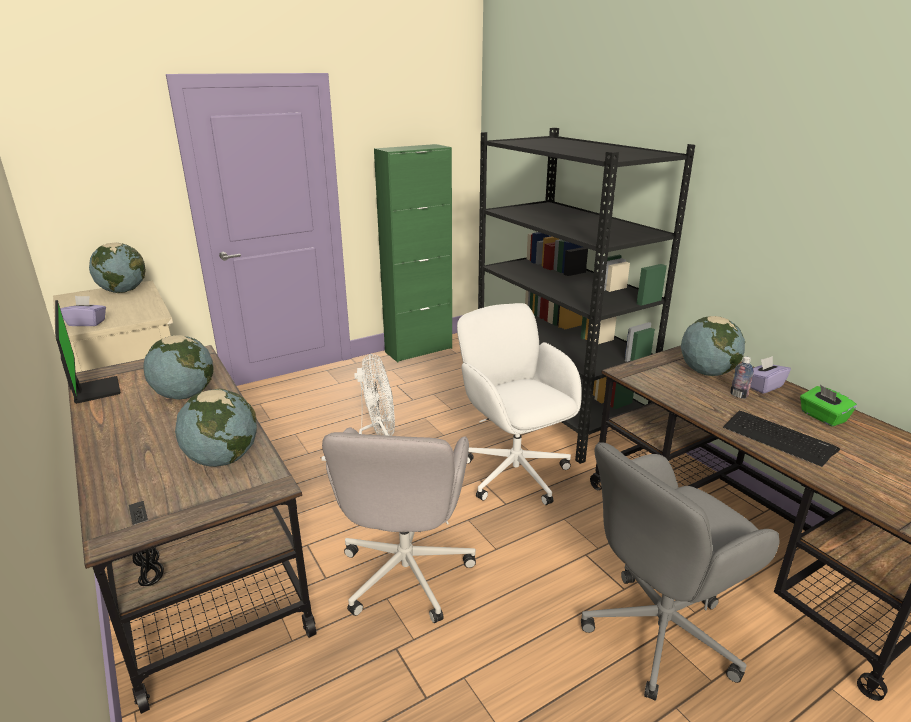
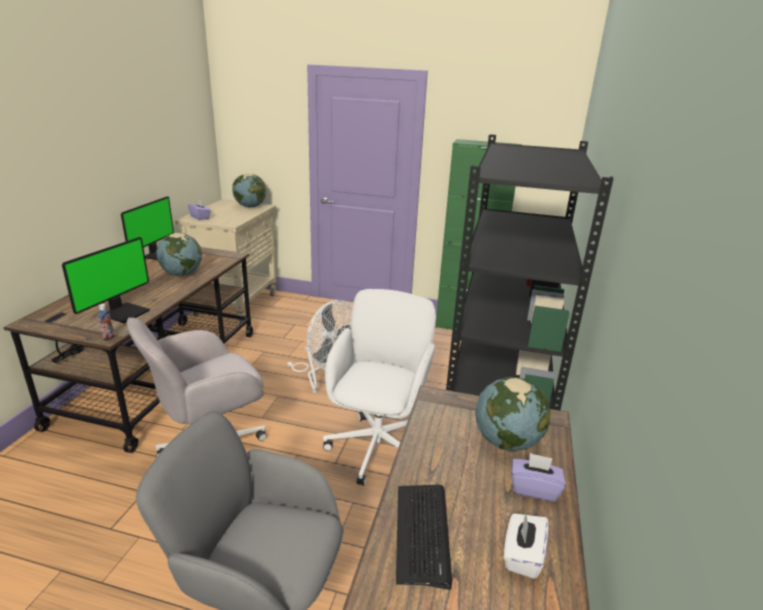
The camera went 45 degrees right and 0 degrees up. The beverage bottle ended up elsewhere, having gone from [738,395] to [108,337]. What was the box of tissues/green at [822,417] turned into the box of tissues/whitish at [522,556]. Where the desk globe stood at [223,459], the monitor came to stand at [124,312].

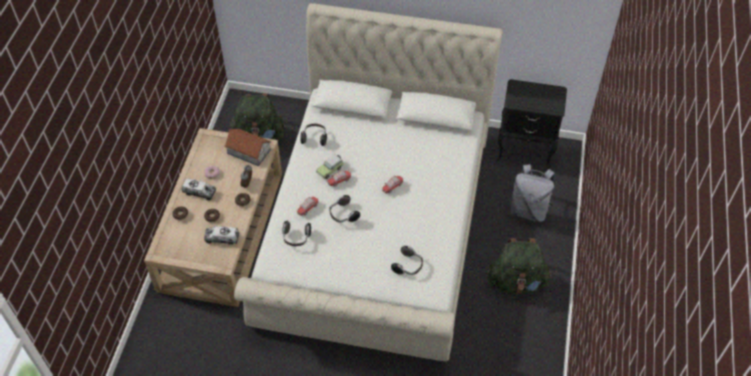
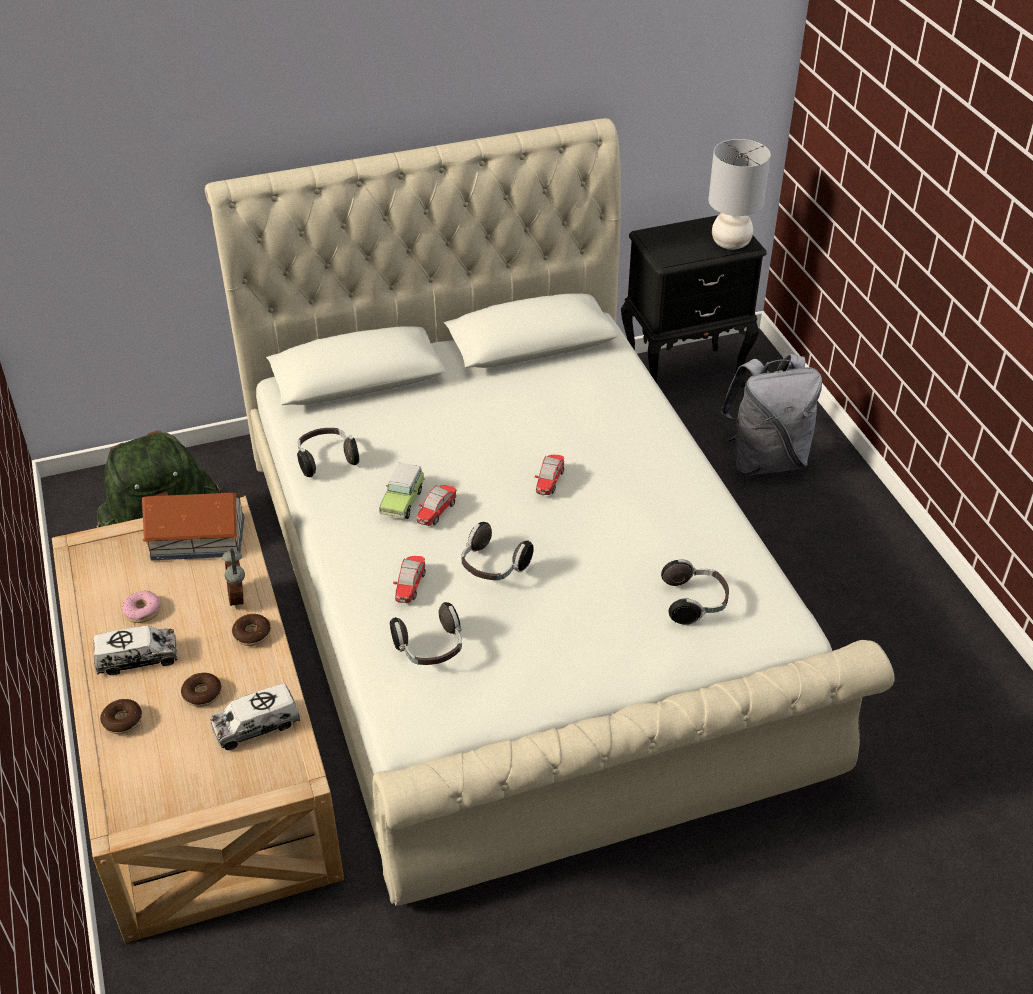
The camera went 30 degrees left and 10 degrees down. The second view lost the rucksack/green at [516,282]. The second view gained the table lamp/greyish at [730,243].

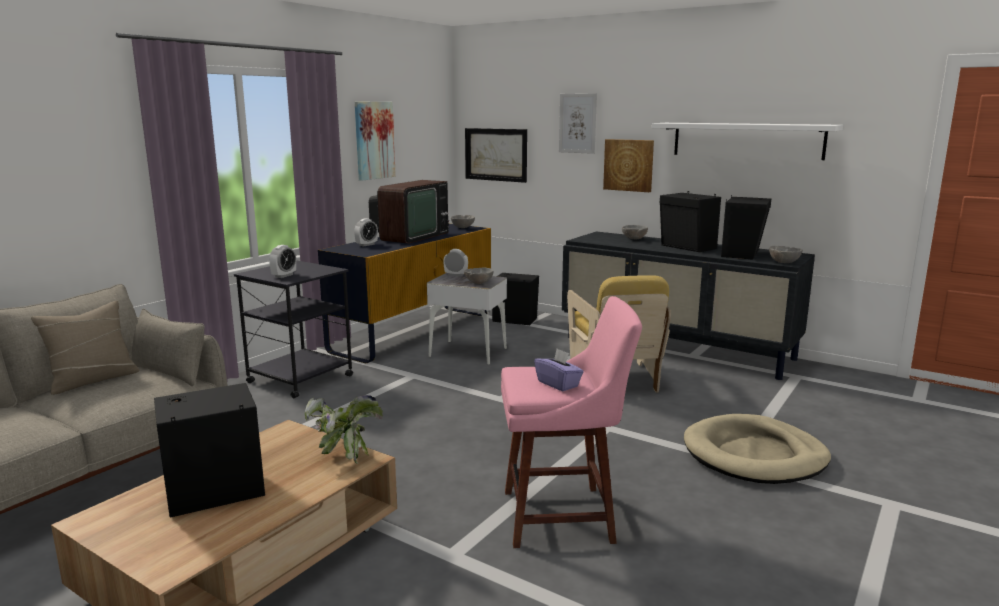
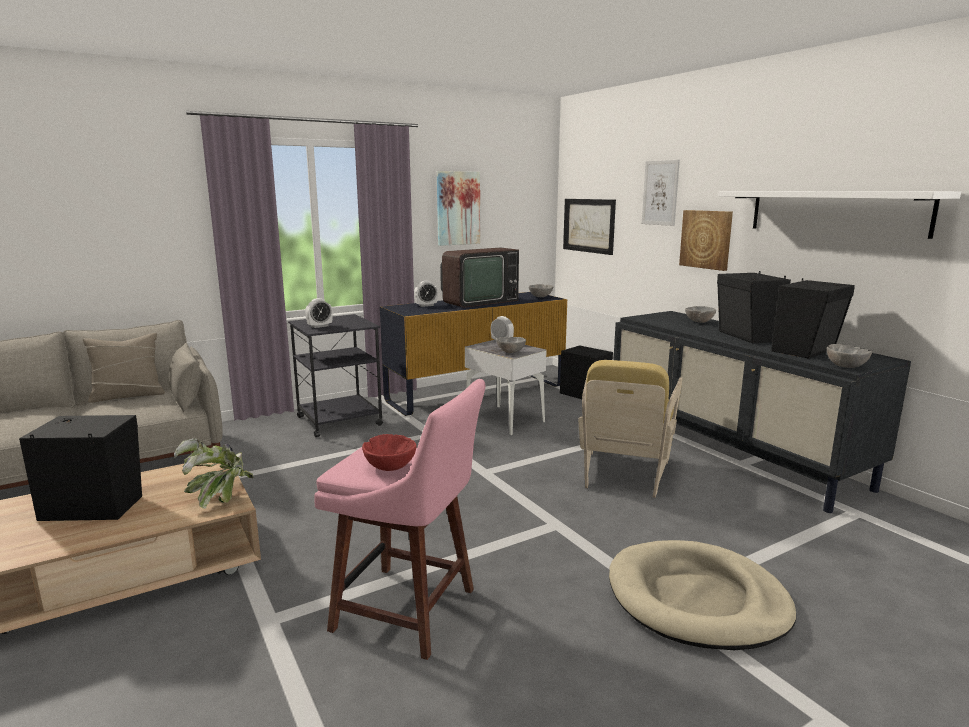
The camera went 25 degrees right and 0 degrees up. Where the box of tissues/purplish stood at [558,384], the deep dish/red-coloured came to stand at [389,467].

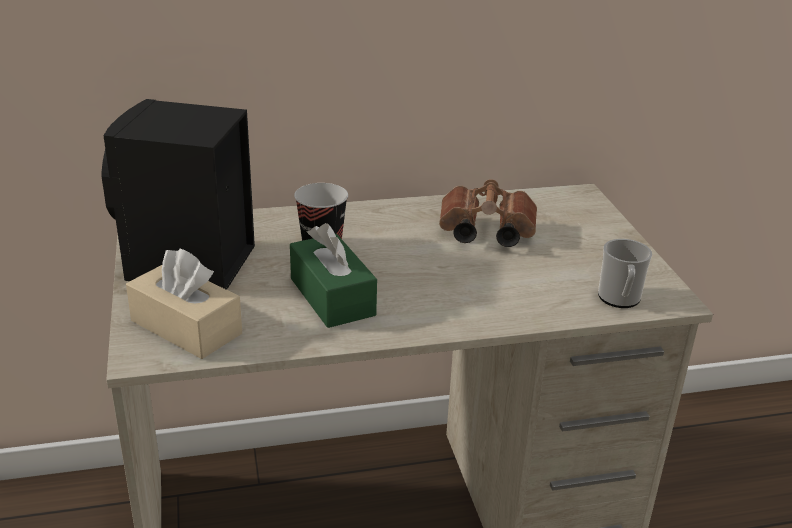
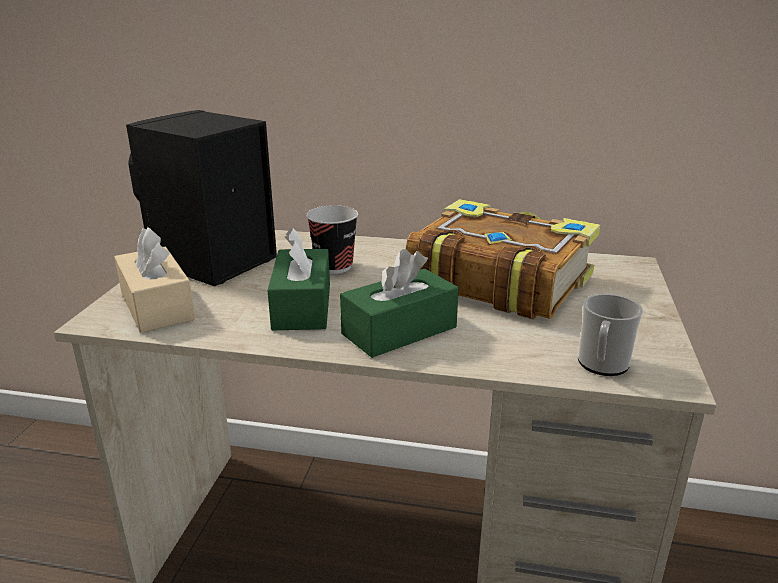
The camera went 25 degrees right and 5 degrees down. Where the field glasses/brown stood at [483,233], the volume came to stand at [497,280]. The second view gained the box of tissues/green at [399,330].

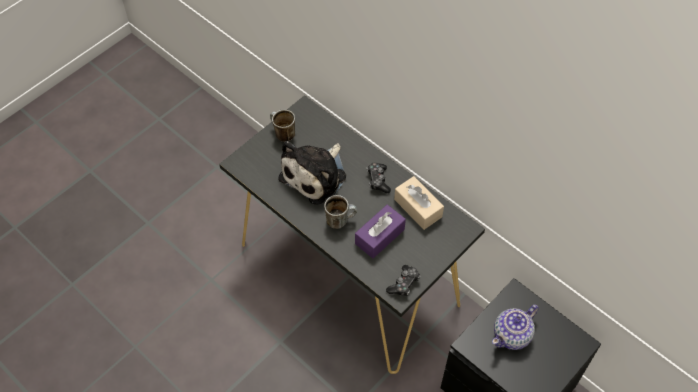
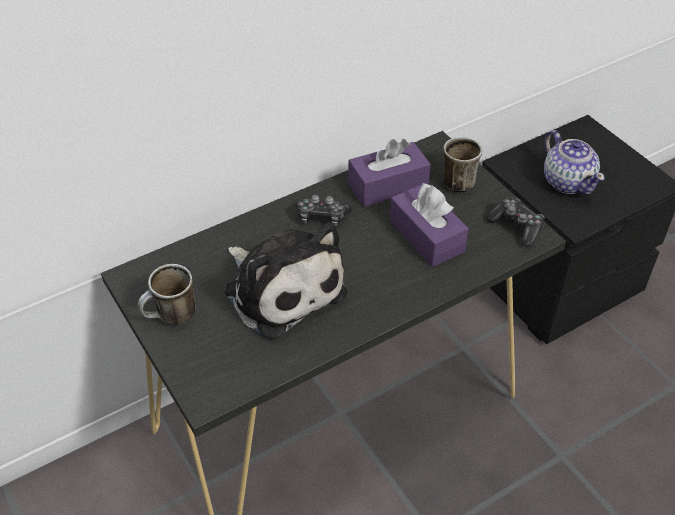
The camera went 75 degrees left and 10 degrees down. What was the box of tissues/beige-coloured at [418,208] turned into the box of tissues/purplish at [388,185]. The mug ended up elsewhere, having gone from [340,220] to [457,180].

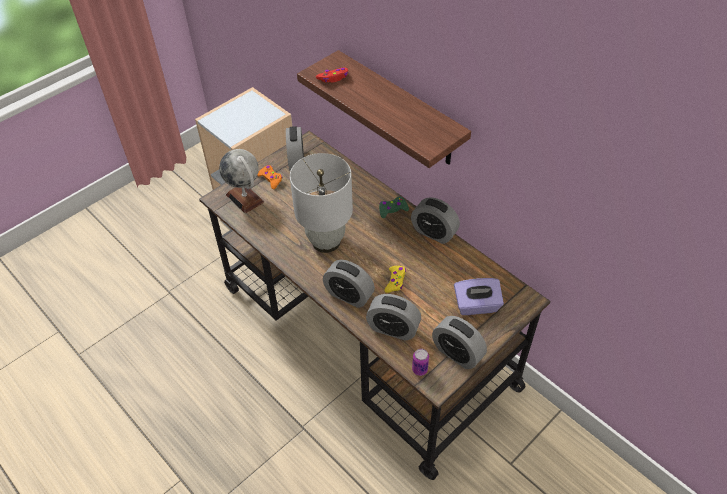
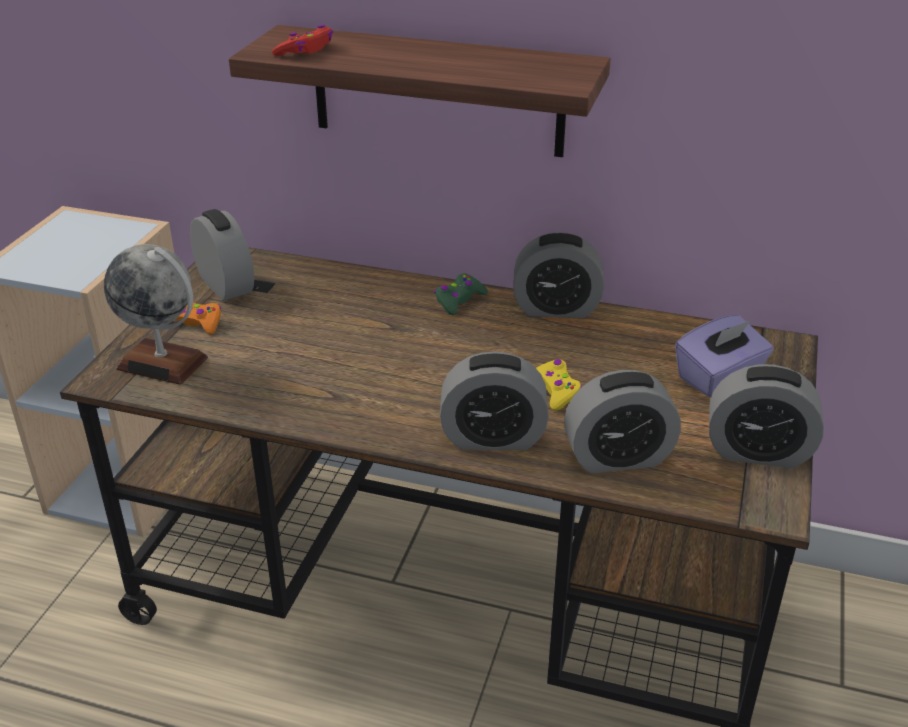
The camera went 30 degrees left and 15 degrees down. The second view lost the table lamp/whitish at [326,242]. The second view lost the metal can at [419,369].

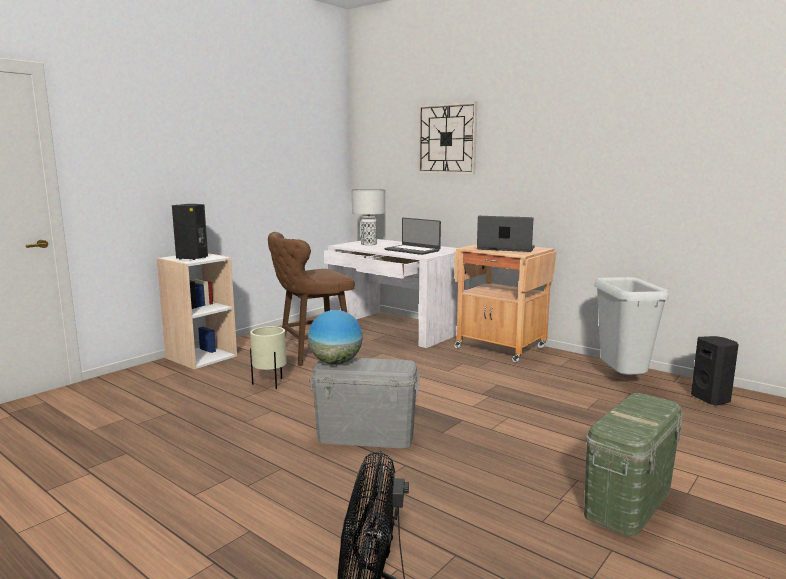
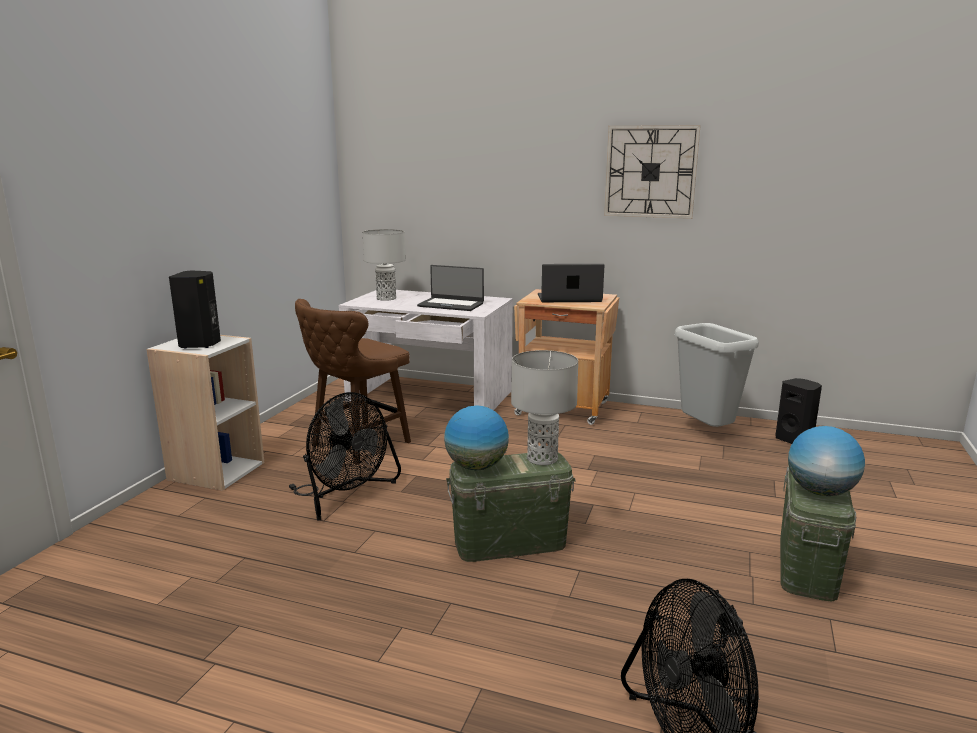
The camera went 20 degrees left and 5 degrees up. The wall clock ended up elsewhere, having gone from [446,139] to [650,172]. Where the flower pot/beige-coloured stood at [270,384], the cooling fan/black came to stand at [342,495]. What was the storage bin/greyish at [366,436] turned into the storage bin/green at [510,543]. The second view gained the table lamp/whitish at [542,459]. The second view gained the desk globe at [821,492].

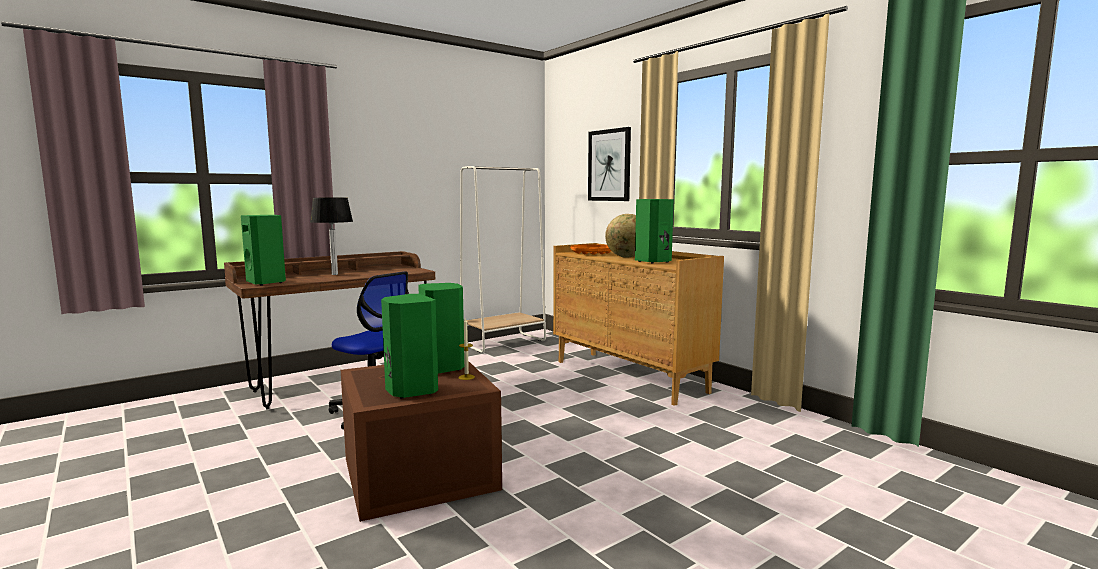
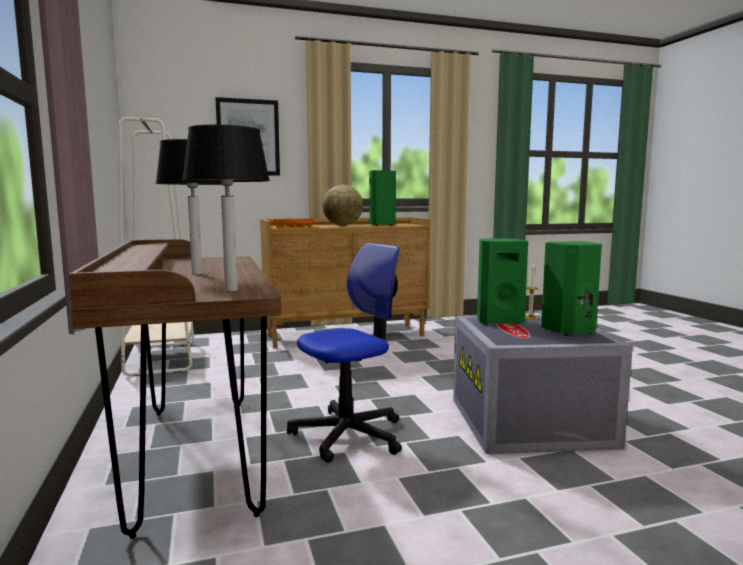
The camera went 70 degrees left and 0 degrees up. Where the speaker/green stood at [267,282], the table lamp came to stand at [231,290]. What was the storage bin/brown at [418,475] turned into the storage bin/greyish at [532,422].

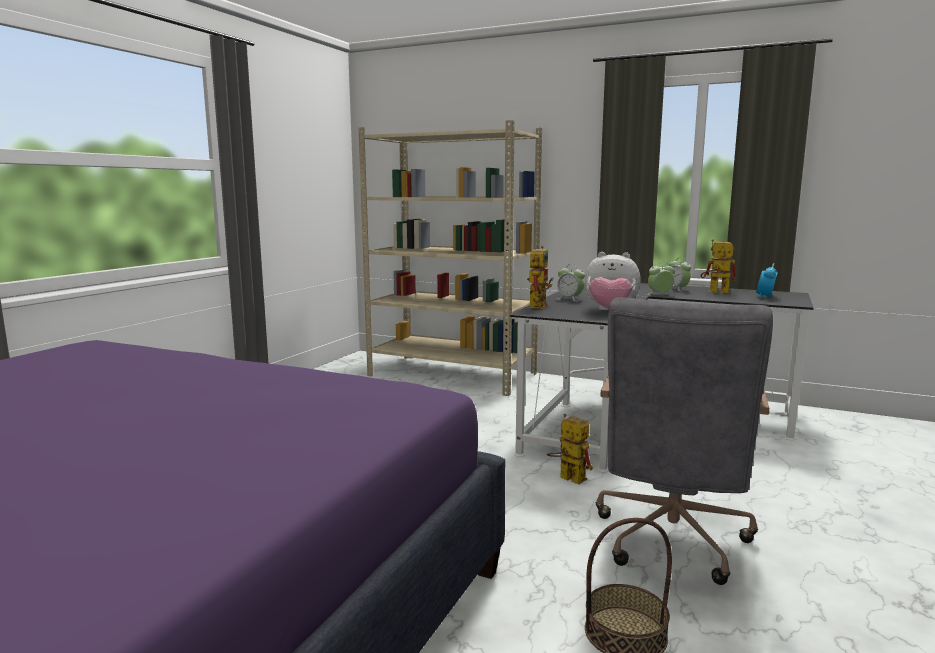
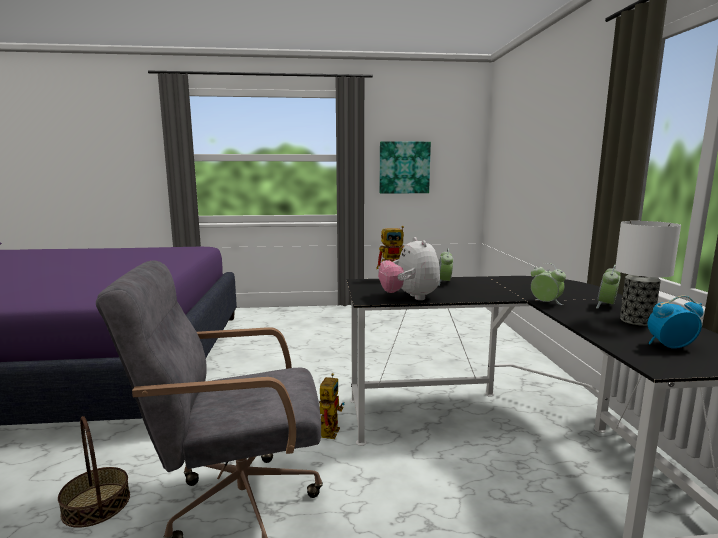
The camera went 60 degrees right and 0 degrees up. The second view lost the shelving unit/beige-coloured at [452,375]. Where the toy robot stood at [714,292], the table lamp came to stand at [635,320]. The second view gained the wall art at [404,167].

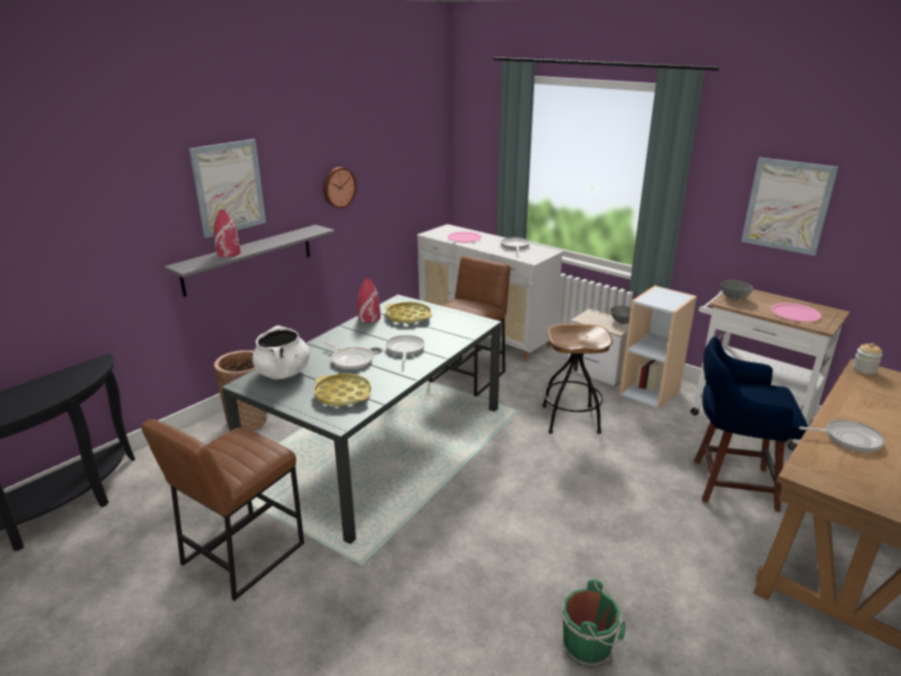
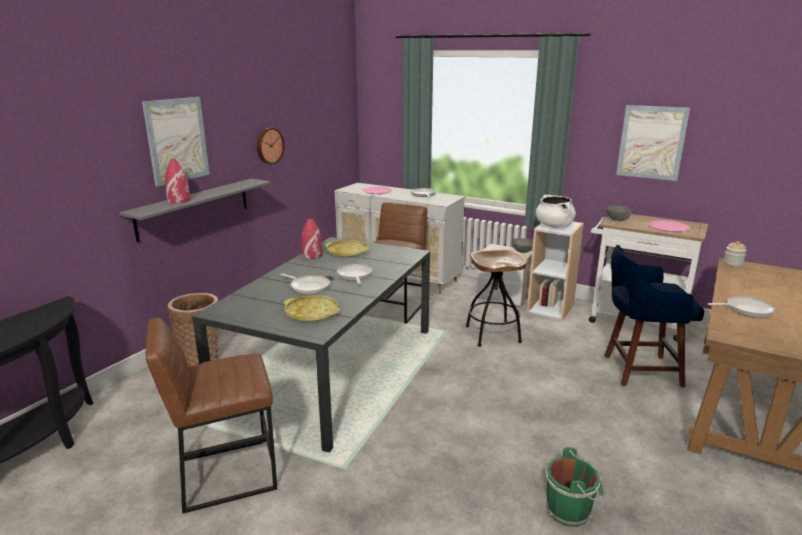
The camera went 10 degrees left and 5 degrees down. The cooking pot/whitish ended up elsewhere, having gone from [283,373] to [554,226]. The chair/brown at [242,555] ended up facing another way, 45 degrees clockwise from before.

